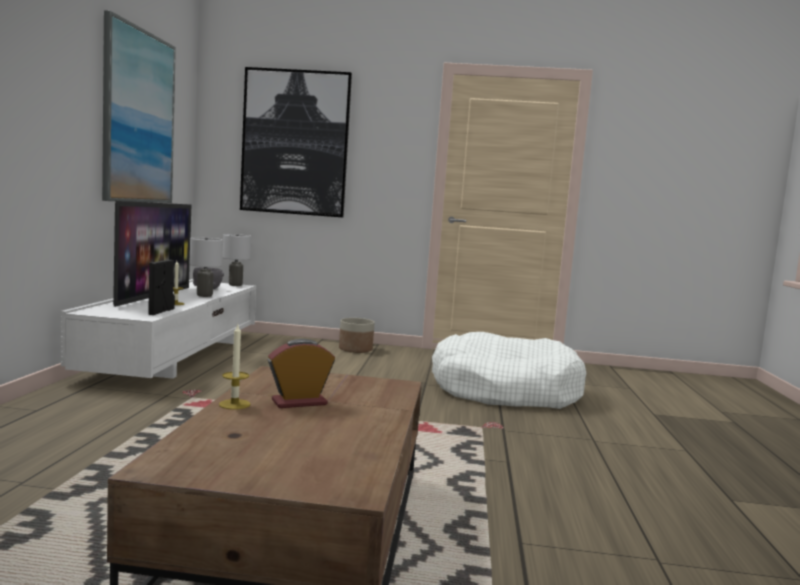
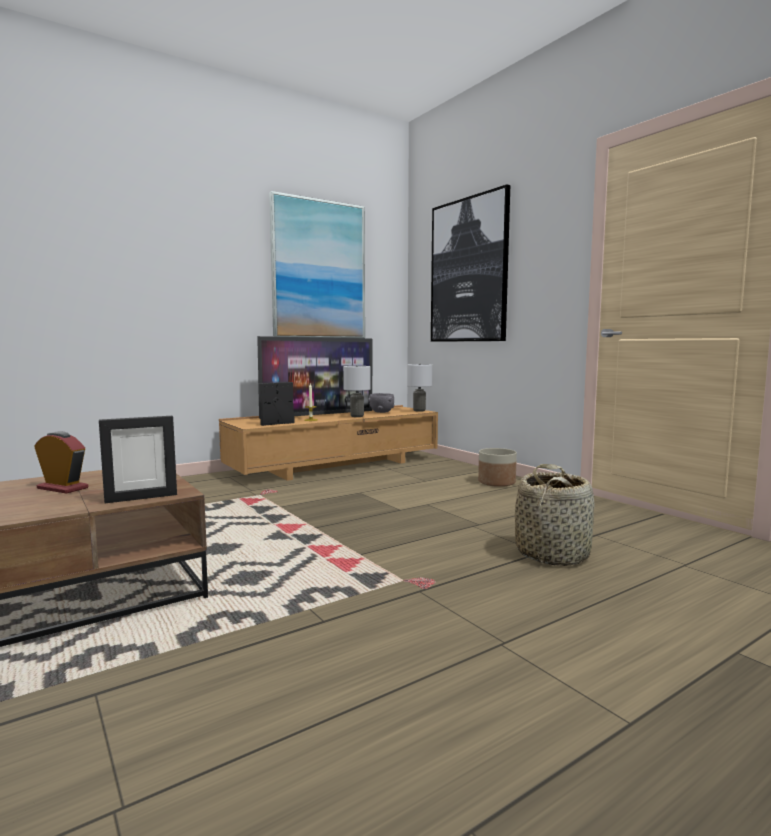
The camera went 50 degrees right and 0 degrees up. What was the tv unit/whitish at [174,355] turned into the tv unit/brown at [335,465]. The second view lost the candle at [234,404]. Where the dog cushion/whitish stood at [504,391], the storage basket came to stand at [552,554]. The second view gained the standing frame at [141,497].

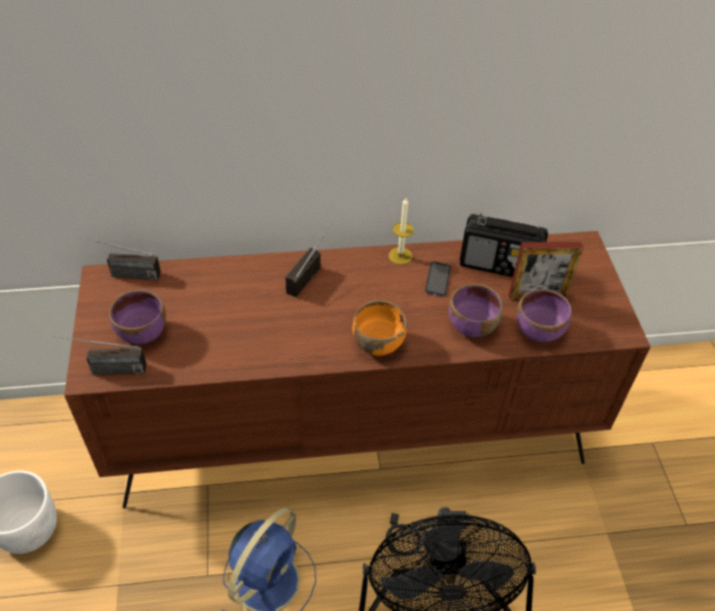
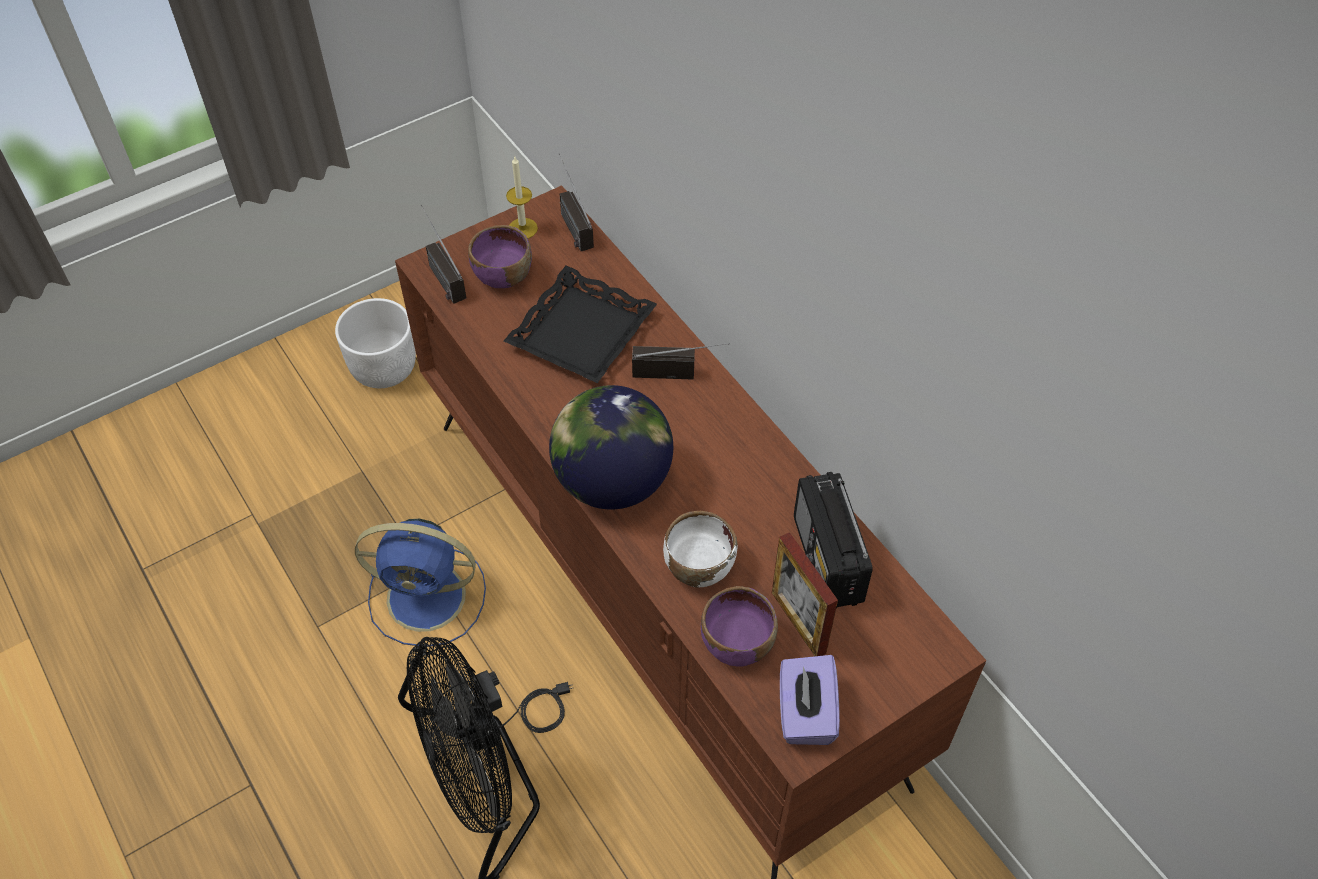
The camera went 65 degrees right and 5 degrees up. The candle ended up elsewhere, having gone from [400,256] to [522,228]. The second view lost the telephone at [437,279]. What was the deep dish/purplish at [471,326] turned into the deep dish/whitish at [698,566]. Where the deep dish/orange-coloured stood at [378,342], the desk globe came to stand at [612,481]. The second view gained the tray/black at [582,333]. The second view gained the box of tissues/purplish at [805,713].

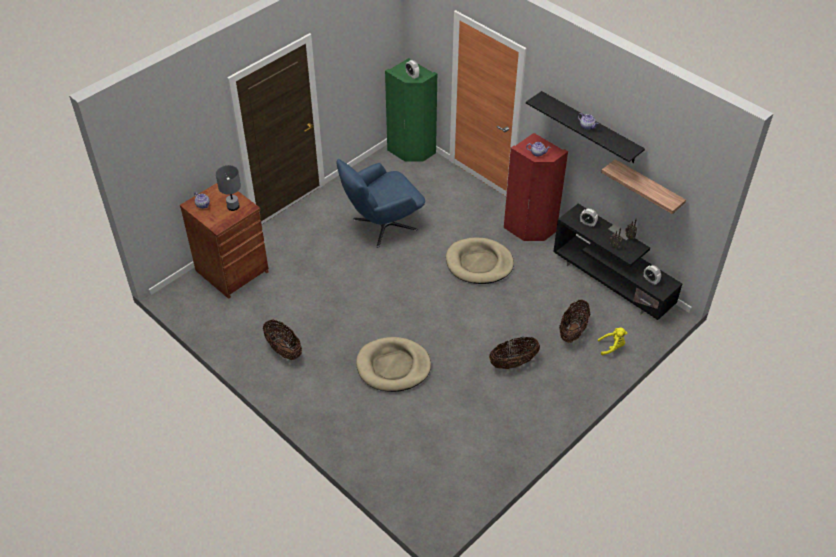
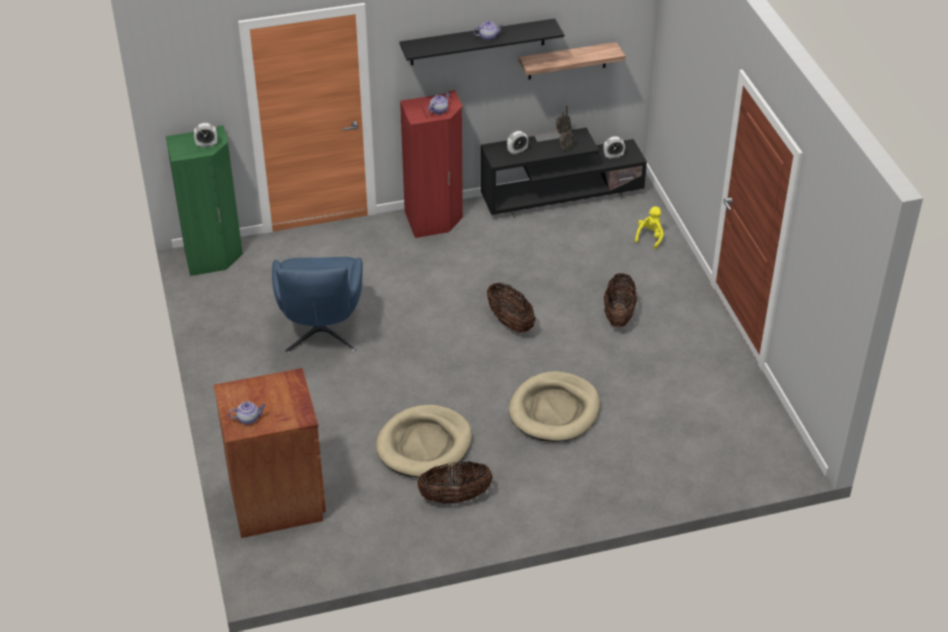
The camera went 60 degrees left and 5 degrees down. The second view lost the table lamp/greyish at [233,206]. The dog cushion/beige-coloured ended up elsewhere, having gone from [479,263] to [424,445]. The storage basket ended up elsewhere, having gone from [572,331] to [510,322].

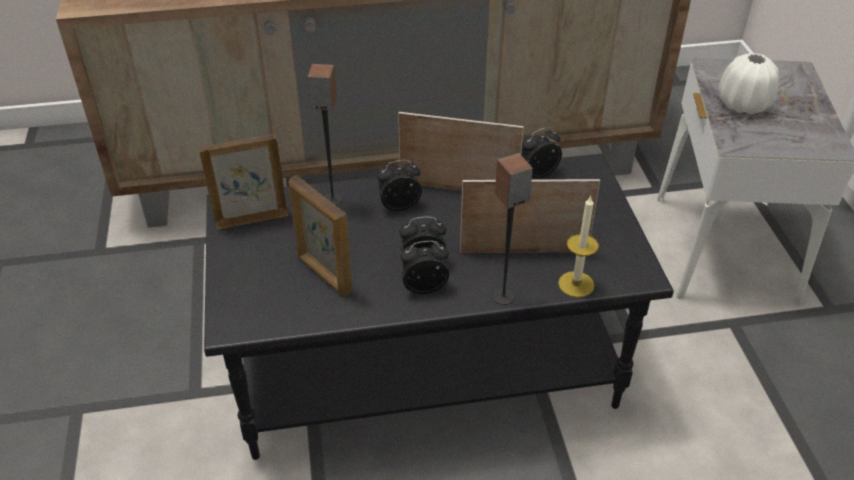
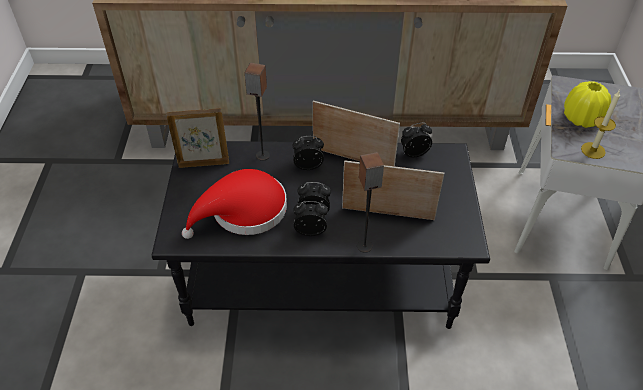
The camera went 10 degrees right and 5 degrees up. What was the decorative vase/whitish at [743,104] turned into the decorative vase/yellow-coloured at [581,118]. Where the standing frame stood at [324,275], the clothing hat/red-coloured came to stand at [243,211]. The candle ended up elsewhere, having gone from [576,284] to [593,150].

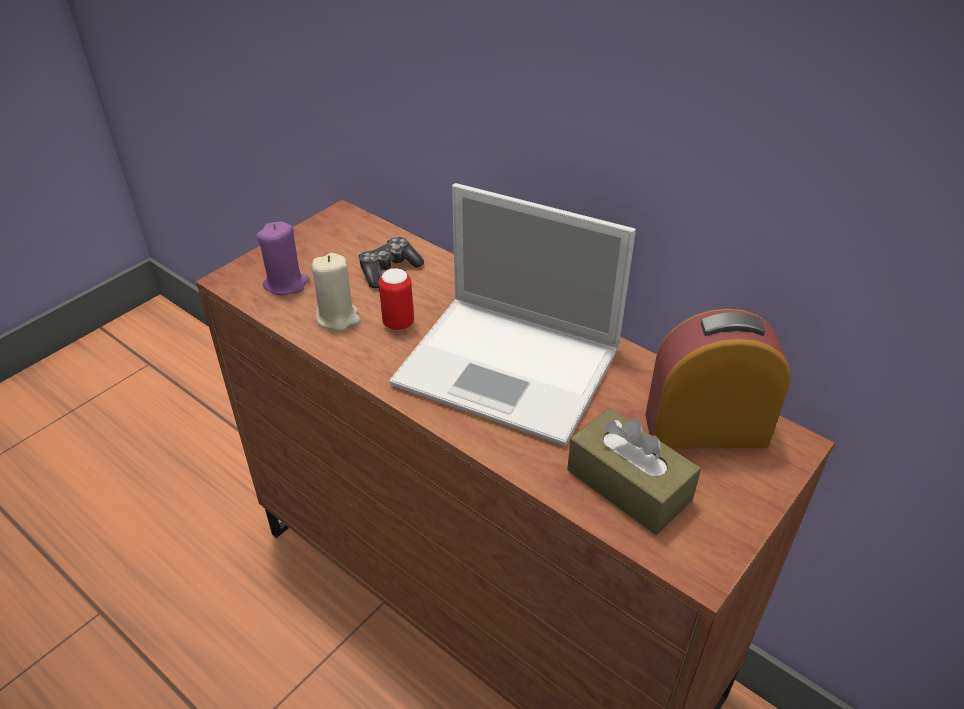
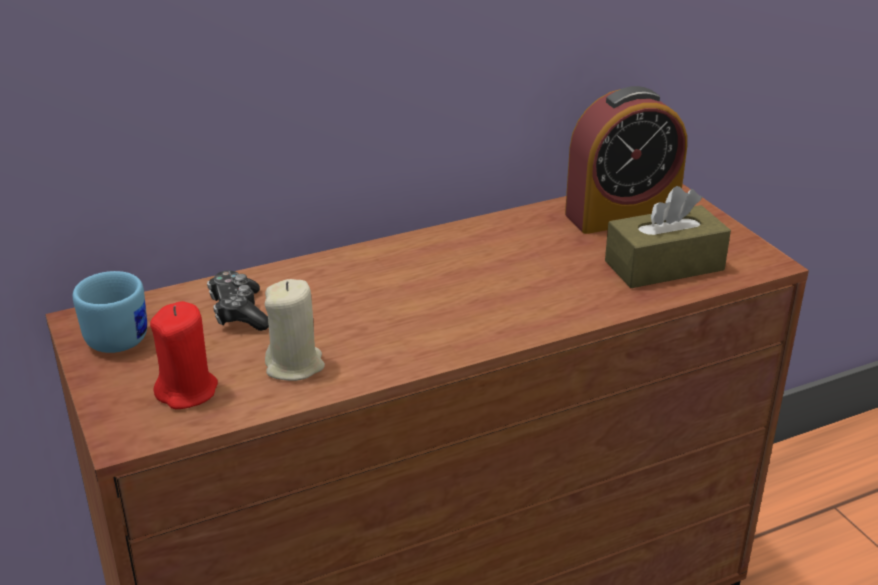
The camera went 65 degrees left and 10 degrees down. The second view lost the portable computer at [511,368]. What was the candle/purplish at [286,284] turned into the candle/red-coloured at [187,391]. The second view lost the metal can at [398,323]. The bedside clock at [706,429] ended up facing another way, 135 degrees counterclockwise from before. The second view gained the mug/blue-coloured at [119,334].

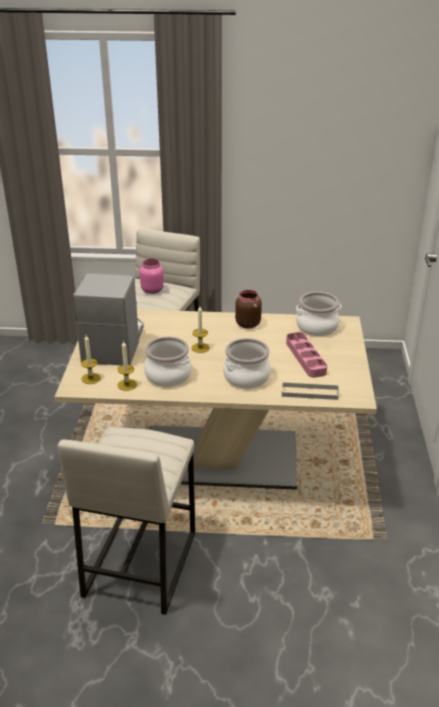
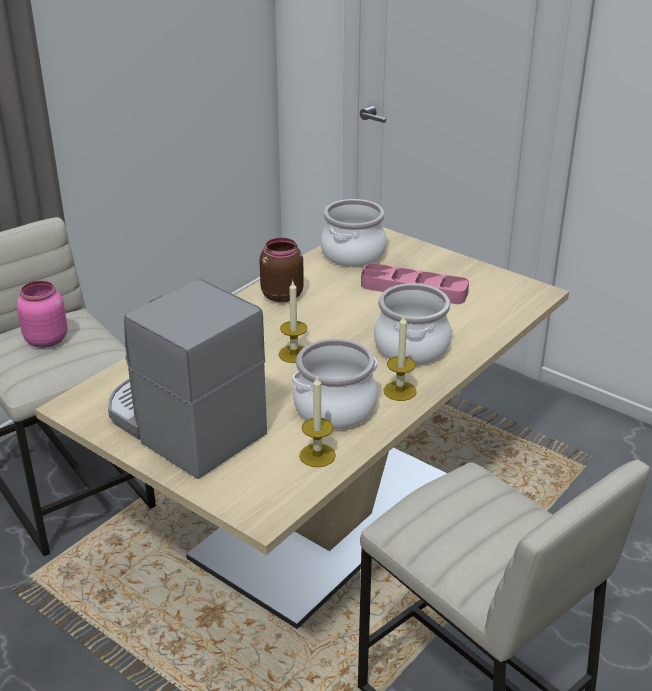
The camera went 55 degrees left and 0 degrees up. The candle ended up elsewhere, having gone from [91,378] to [399,391]. The second view lost the tray/greyish at [309,393].

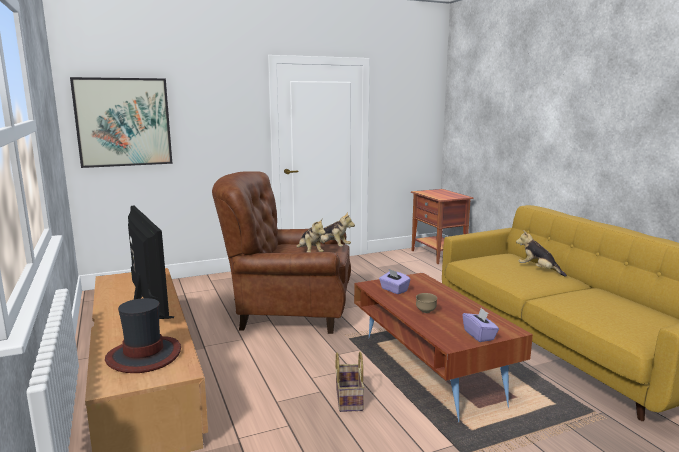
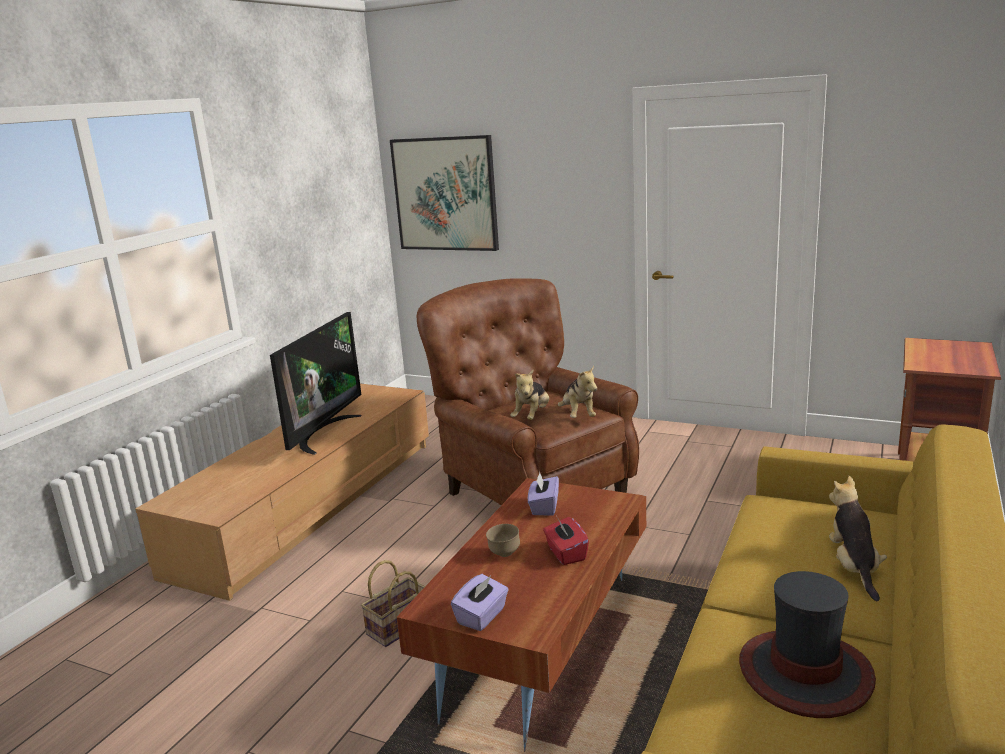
The camera went 50 degrees right and 5 degrees up. The clothing hat ended up elsewhere, having gone from [144,355] to [805,673]. The second view gained the box of tissues/red-coloured at [566,553].

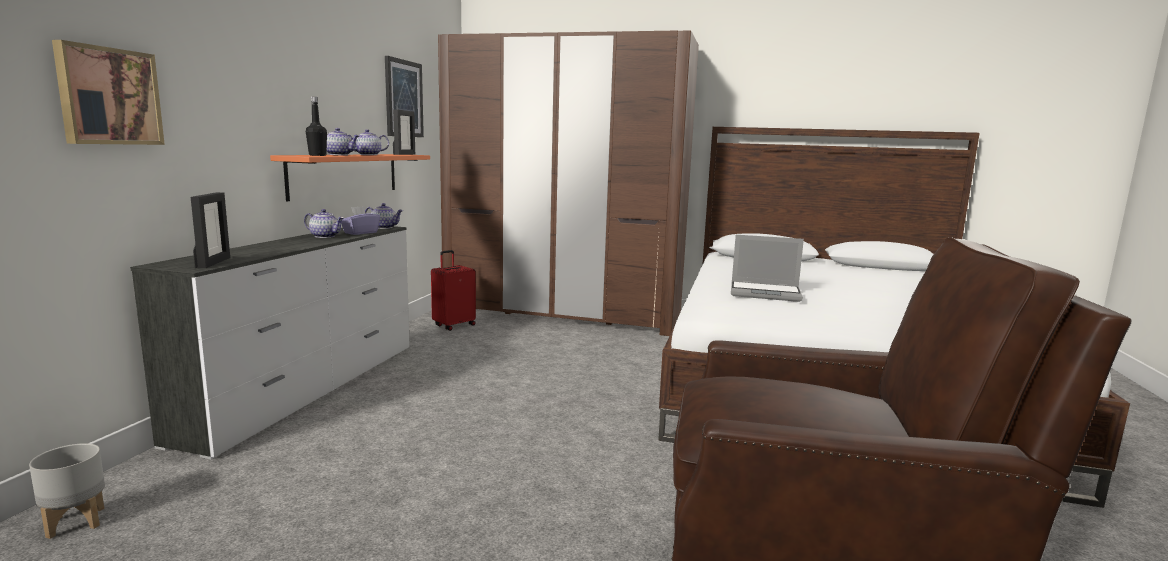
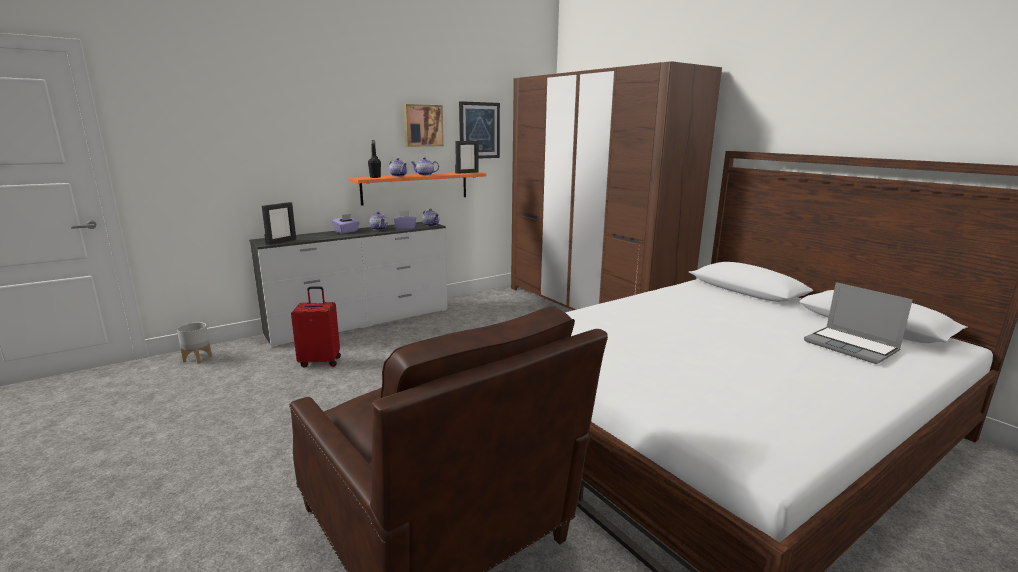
The camera went 40 degrees right and 5 degrees up. The wall art ended up elsewhere, having gone from [108,96] to [423,125]. The portable computer ended up elsewhere, having gone from [766,293] to [852,346]. The travel case/red-coloured ended up elsewhere, having gone from [454,325] to [320,361]. The second view gained the box of tissues/purplish at [346,231].

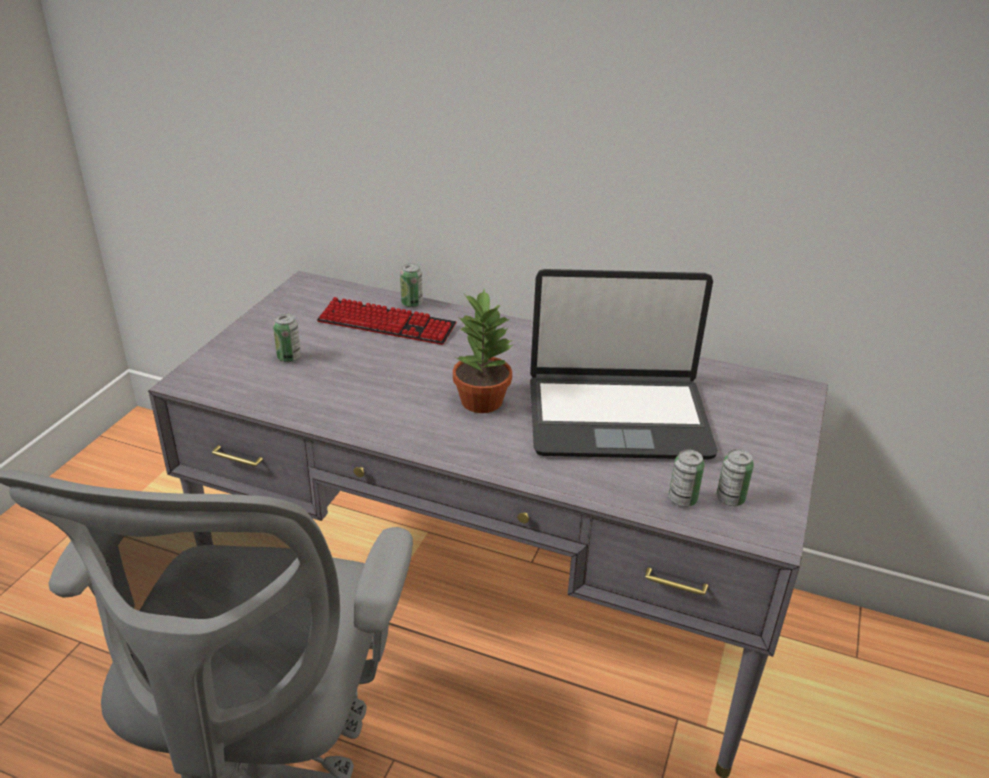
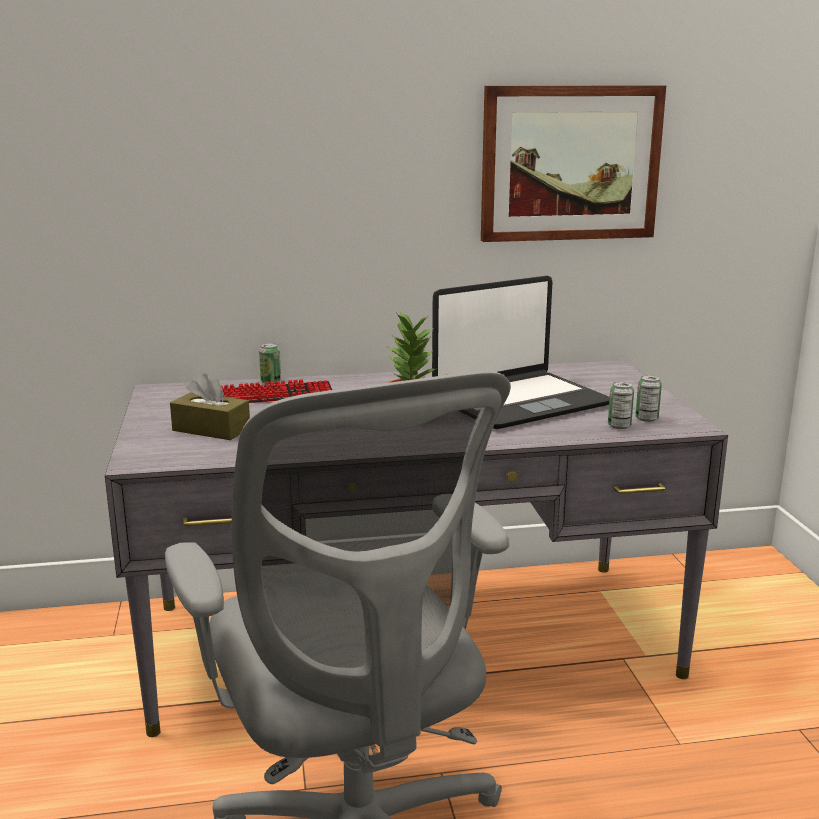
The camera went 30 degrees left and 15 degrees down. Where the metal can stood at [289,357], the box of tissues/brown came to stand at [211,429]. The second view gained the wall art at [570,163].

